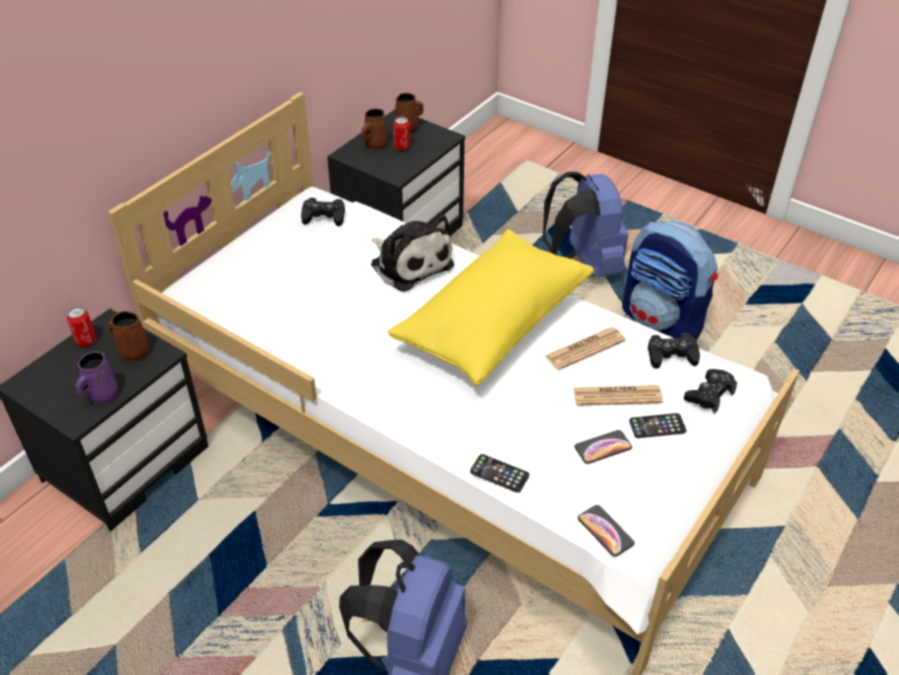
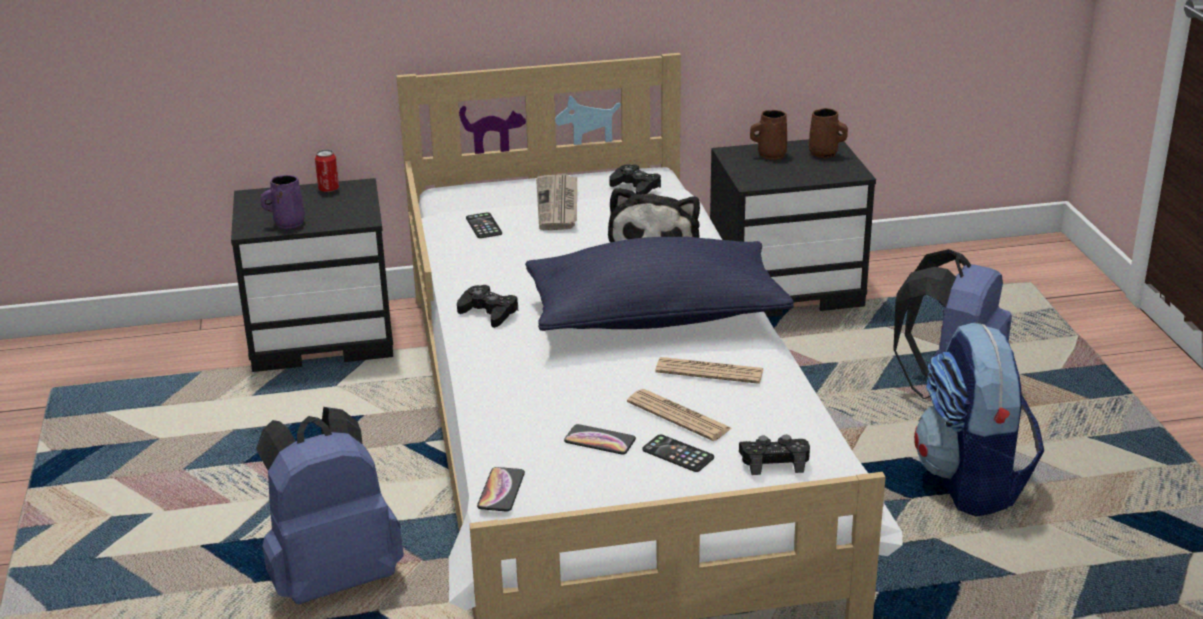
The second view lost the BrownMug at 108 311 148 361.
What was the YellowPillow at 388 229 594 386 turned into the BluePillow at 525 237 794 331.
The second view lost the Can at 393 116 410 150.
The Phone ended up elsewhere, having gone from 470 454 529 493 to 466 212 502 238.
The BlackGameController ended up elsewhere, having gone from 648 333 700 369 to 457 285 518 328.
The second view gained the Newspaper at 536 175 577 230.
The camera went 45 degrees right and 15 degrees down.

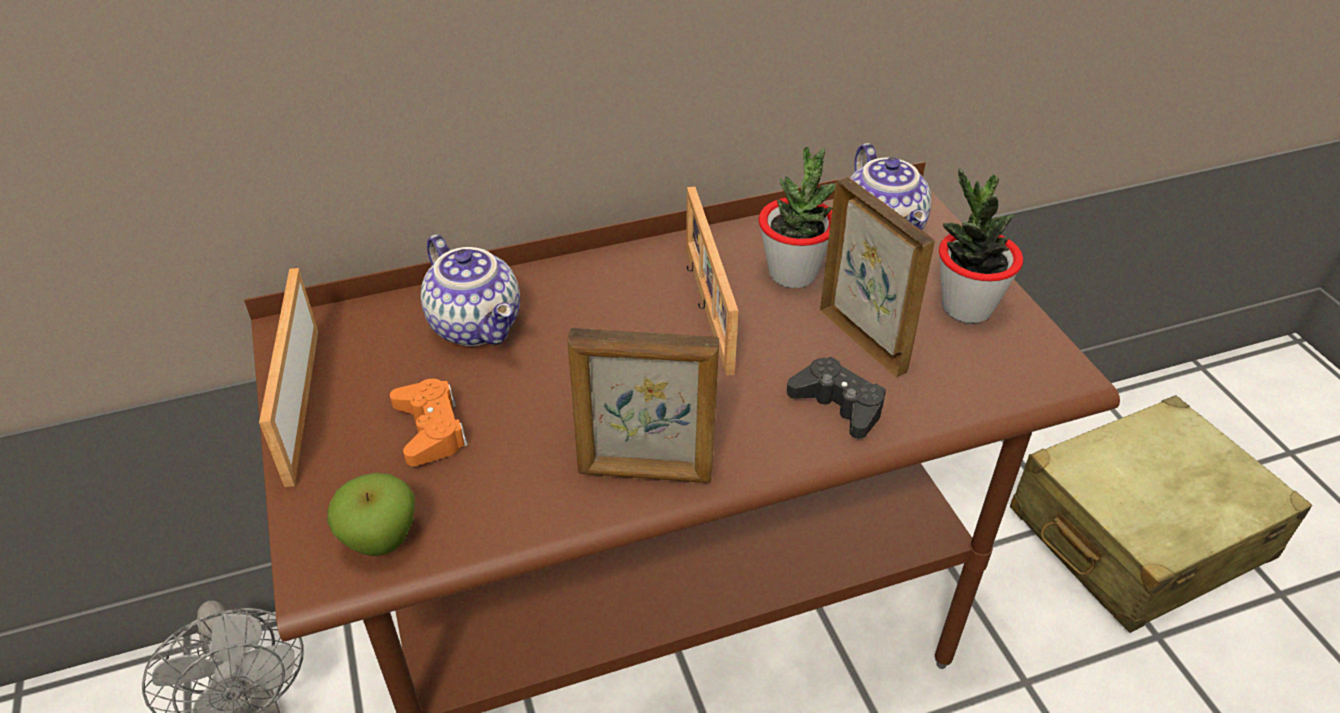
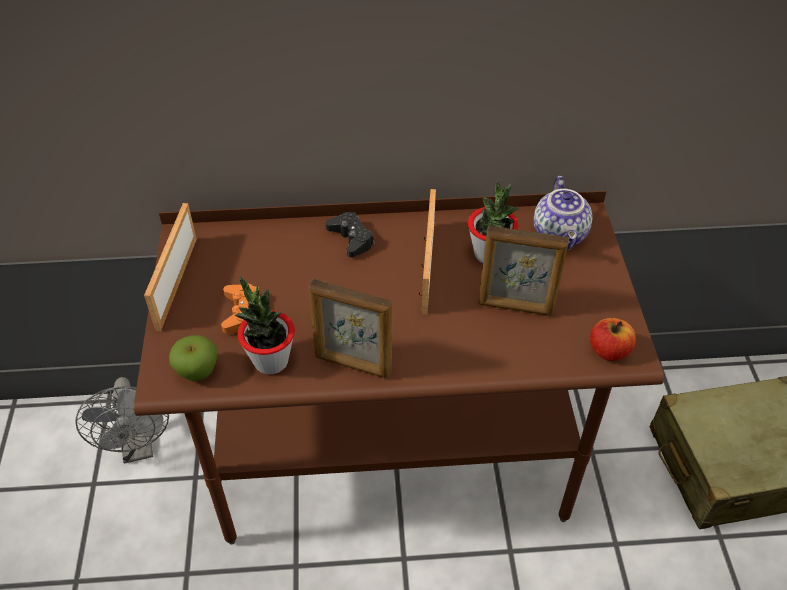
The second view lost the Teapot at 421 234 520 346.
The BlackGameController ended up elsewhere, having gone from 787 357 886 439 to 326 212 375 258.
The PictureFrame at 820 177 935 377 ended up facing another way, 120 degrees clockwise from before.
The PottedPlant ended up elsewhere, having gone from 939 168 1023 323 to 235 277 295 375.
The second view gained the Apple at 590 318 636 361.
The camera went 15 degrees right and 5 degrees up.

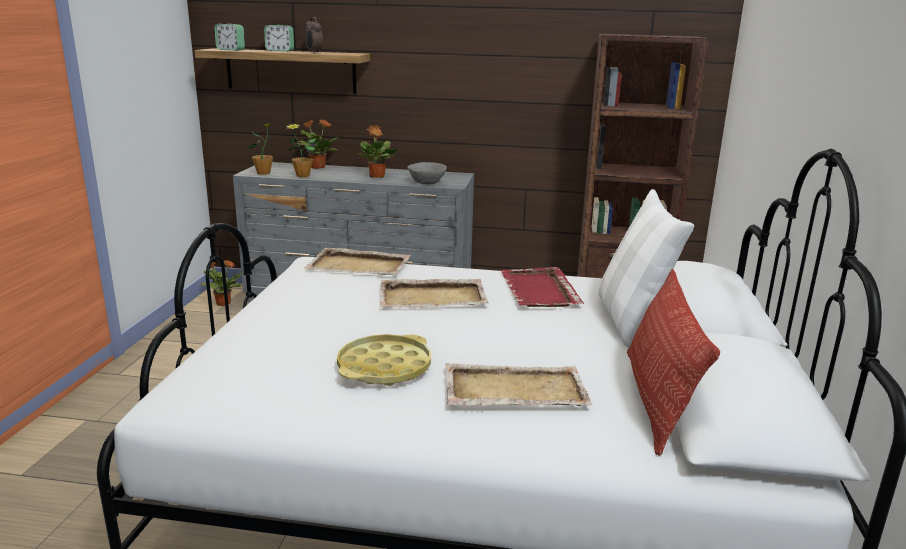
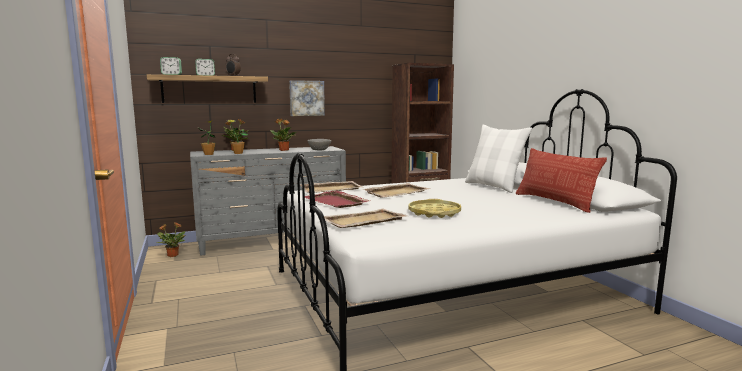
The BeigeTray ended up elsewhere, having gone from 445 363 593 406 to 324 209 408 228.
The RedTray ended up elsewhere, having gone from 500 267 584 307 to 302 190 370 208.
The second view gained the Picture at 289 80 325 116.
The camera went 30 degrees left and 10 degrees down.

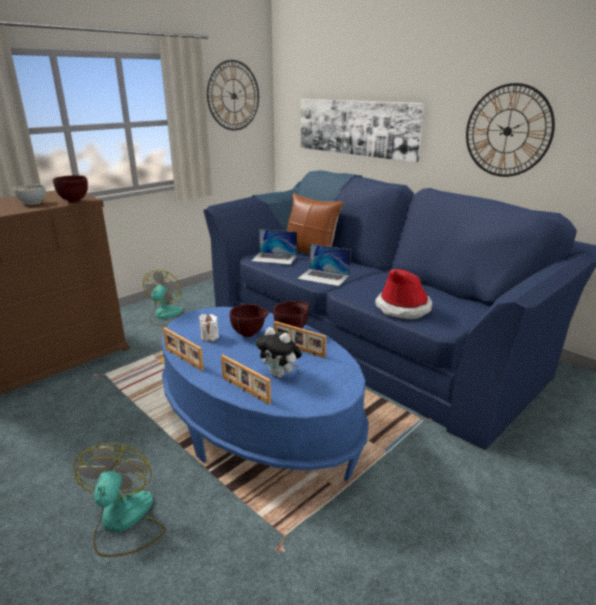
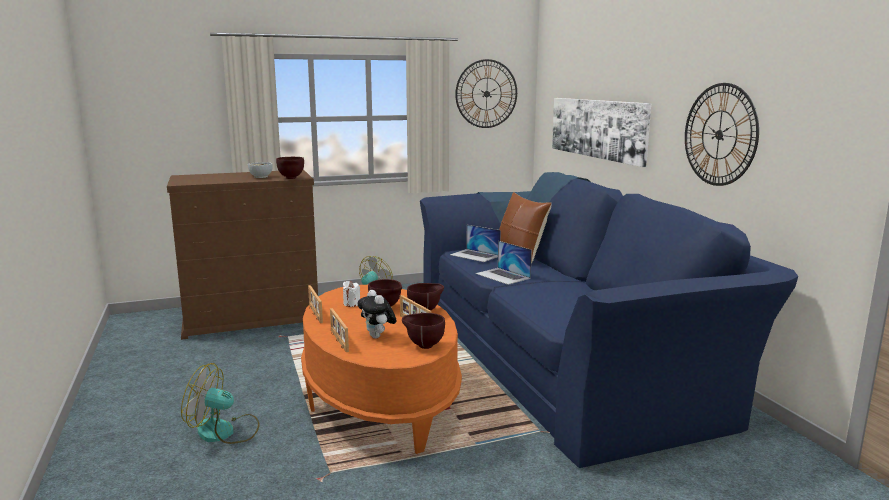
The Fan at 73 443 165 557 ended up facing another way, 105 degrees counterclockwise from before.
What was the BlueCoffeeTable at 161 307 369 481 turned into the OrangeCoffeeTable at 301 285 462 454.
The second view lost the Hat at 375 269 432 319.
The second view gained the BrownBowl at 402 313 445 349.
The camera went 25 degrees right and 10 degrees down.

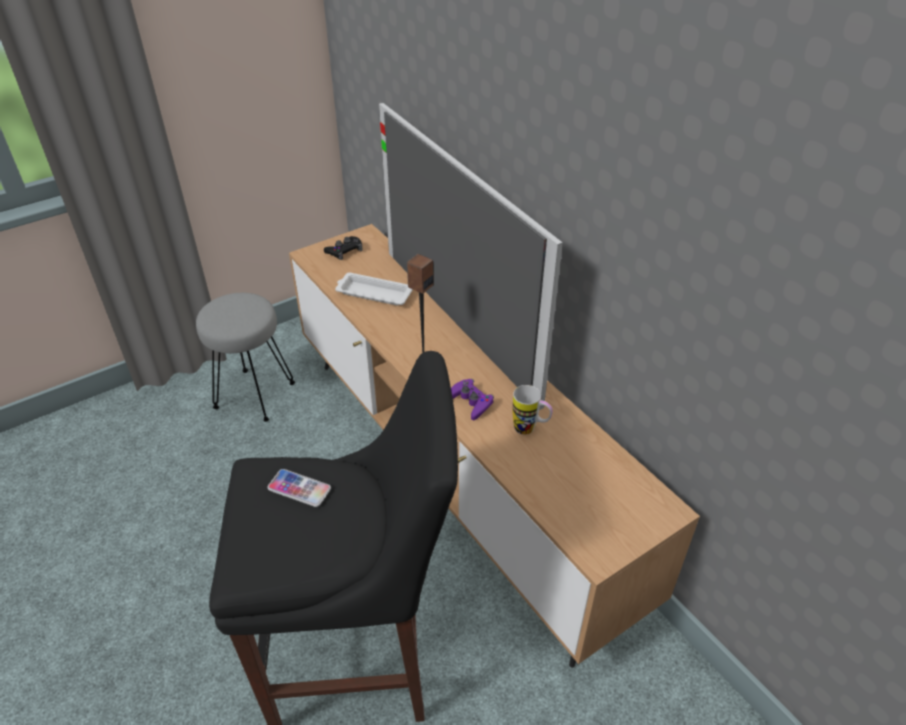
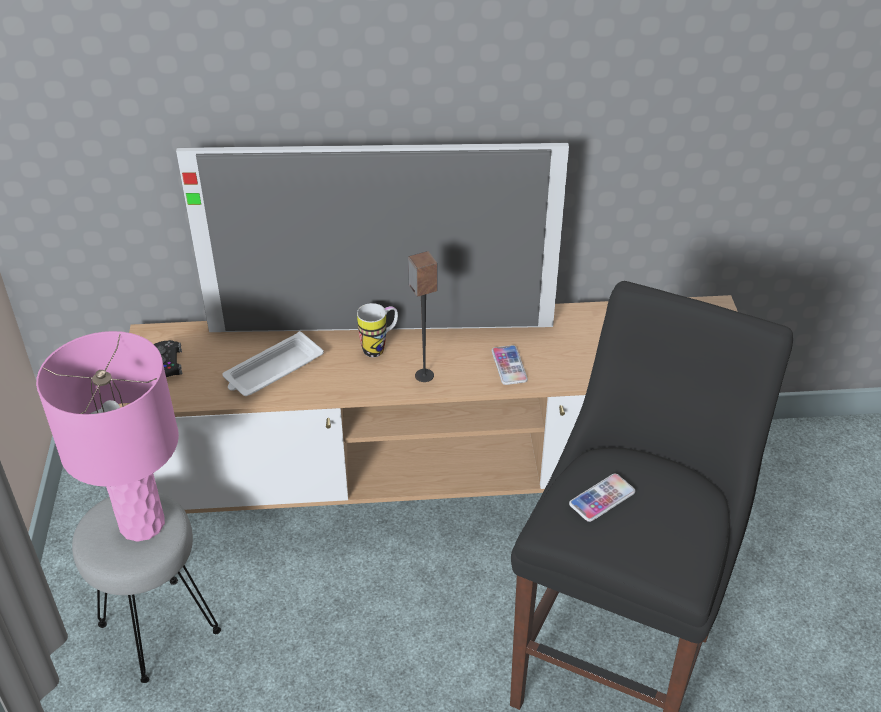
Where the PurpleGameController stood at 451 379 494 420, the Phone came to stand at 492 345 528 385.
The Mug ended up elsewhere, having gone from 513 385 553 435 to 357 303 398 357.
The second view gained the PinkTableLamp at 36 331 179 542.
The camera went 60 degrees left and 0 degrees up.

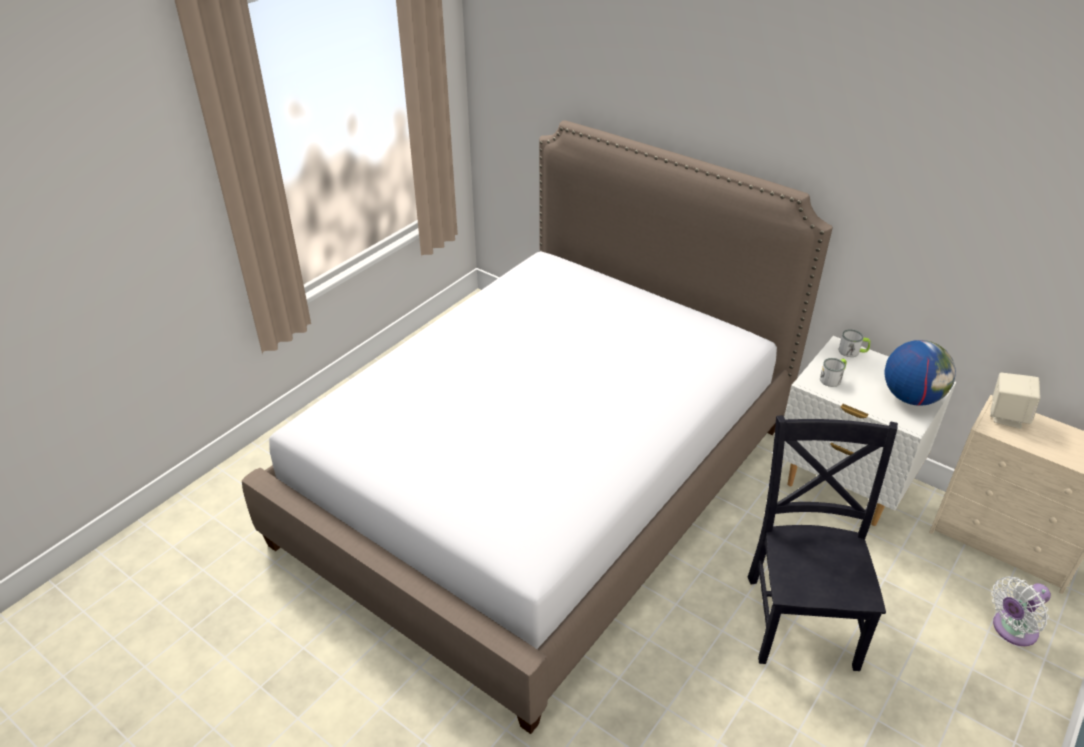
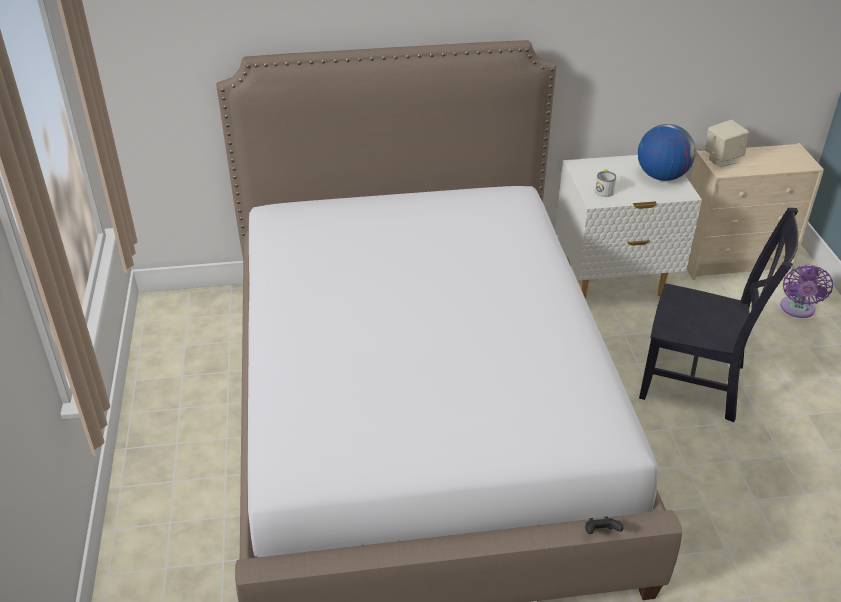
The BlackChair at 748 415 898 671 ended up facing another way, 150 degrees clockwise from before.
The second view lost the Mug at 839 329 870 357.
What was the WhiteFan at 991 577 1051 646 turned into the PurpleFan at 780 264 833 318.
The second view gained the BlackGameController at 585 517 623 534.
The camera went 45 degrees left and 0 degrees up.

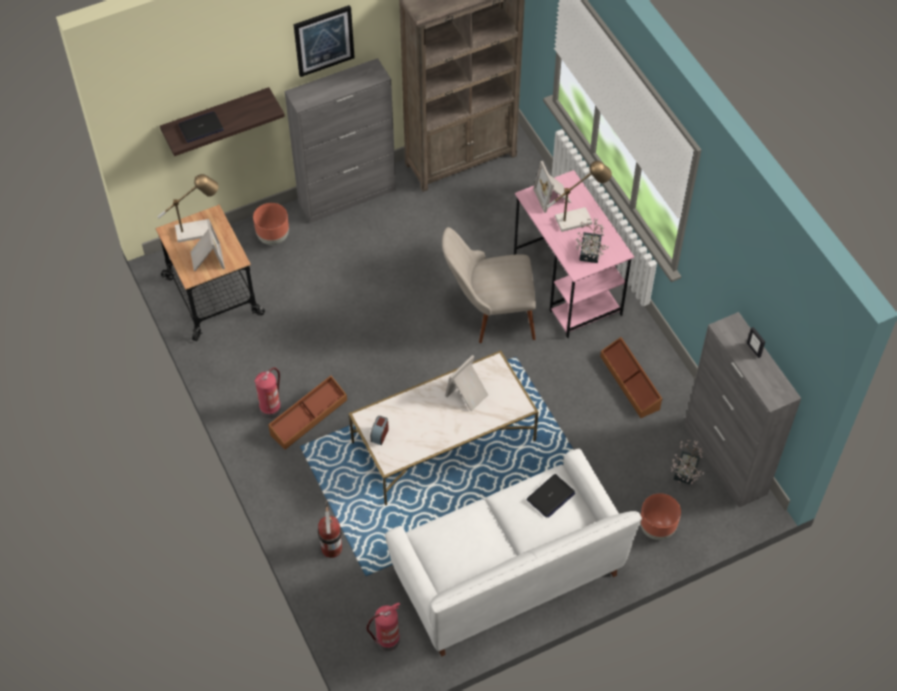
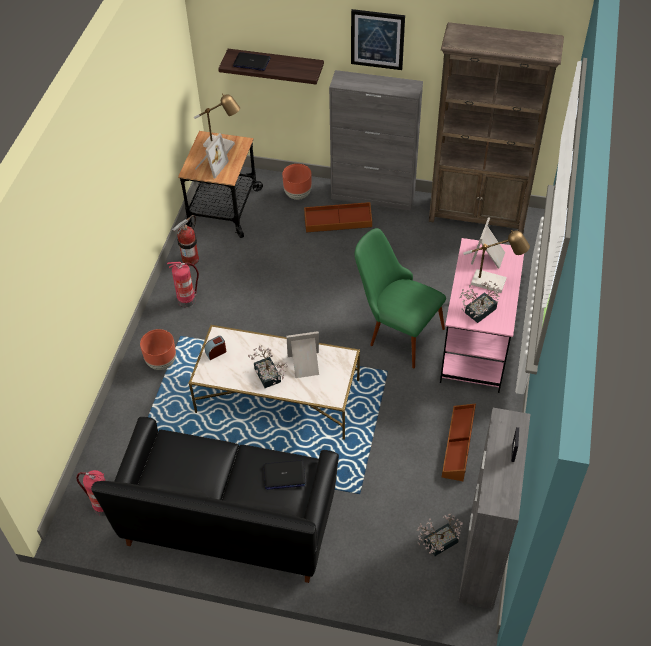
The BrownStorageBox ended up elsewhere, having gone from 268 375 347 450 to 304 202 372 233.
The FireExtinguisher ended up elsewhere, having gone from 318 501 342 558 to 172 215 199 266.
What was the WhiteSofa at 385 449 642 657 turned into the BlackSofa at 91 417 339 583.
What was the BeigeChair at 442 227 536 343 turned into the GreenChair at 355 228 446 368.
The BrownPlanter ended up elsewhere, having gone from 640 493 681 540 to 140 329 176 370.
The second view gained the PottedPlant at 248 345 287 388.
The camera went 40 degrees right and 5 degrees down.

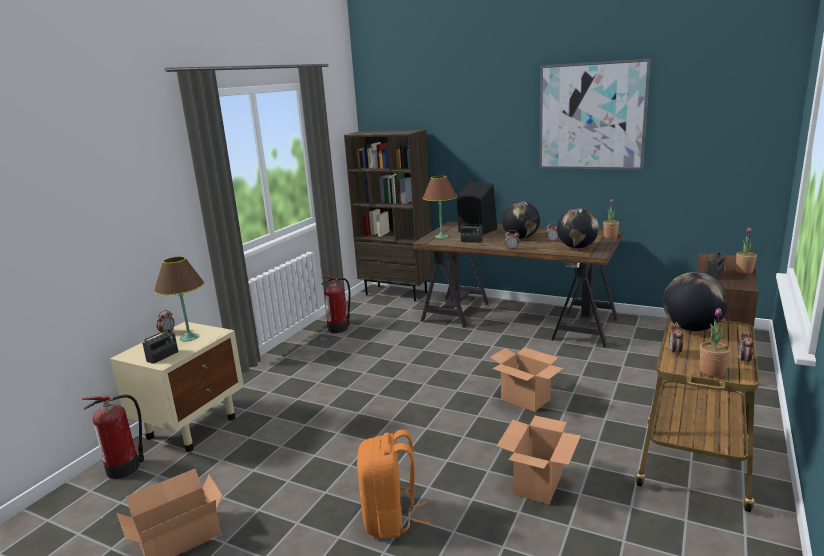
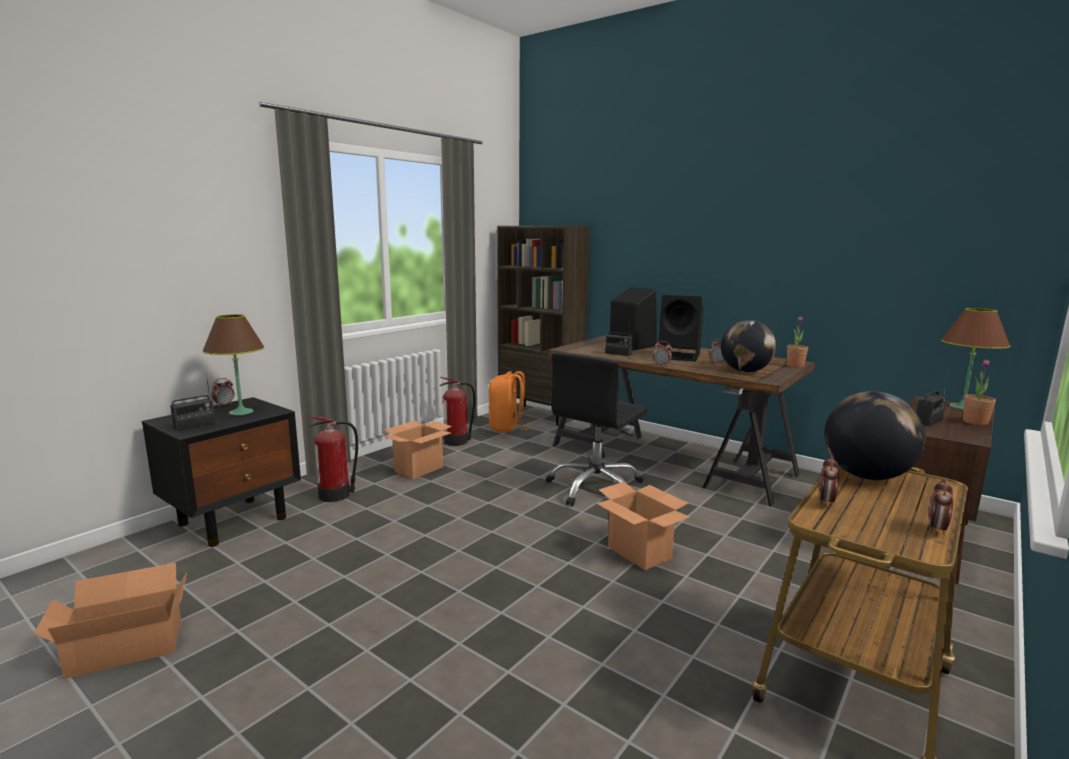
The FireExtinguisher ended up elsewhere, having gone from 82 395 144 479 to 308 416 358 502.
What was the BeigeNightstand at 110 322 244 452 turned into the BlackNightstand at 142 397 301 547.
The OrangeBackpack ended up elsewhere, having gone from 357 430 429 538 to 489 371 531 432.
The BrownTableLamp ended up elsewhere, having gone from 423 176 457 239 to 941 308 1011 410.
The CardboardBox ended up elsewhere, having gone from 497 416 581 504 to 381 421 452 479.
Where the Globe stood at 502 201 540 239, the BlackSpeaker came to stand at 658 295 703 362.
The second view lost the Picture at 539 58 651 170.
The second view lost the PottedPlant at 700 308 730 377.
The second view gained the BlackOfficeChair at 546 352 647 506.
The camera went 10 degrees right and 5 degrees down.

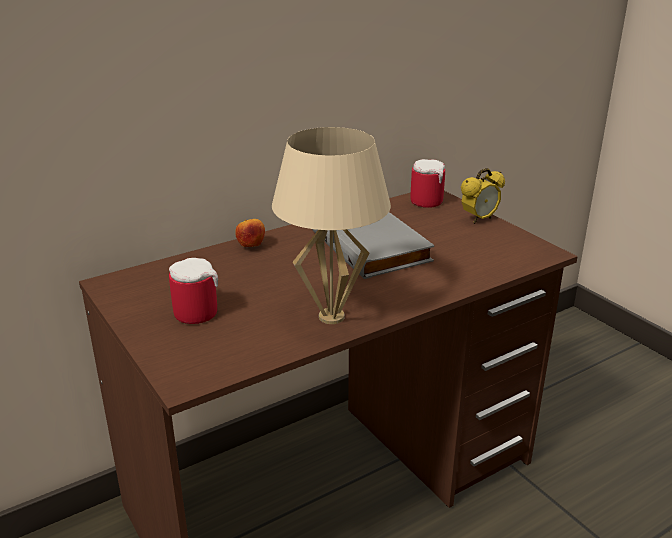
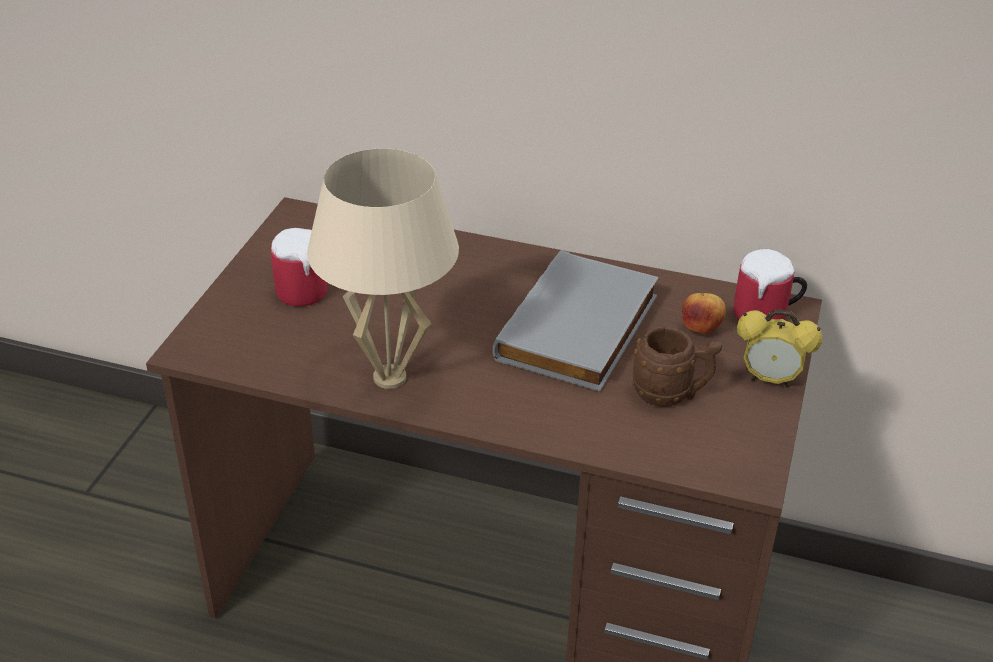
The Apple ended up elsewhere, having gone from 235 219 265 247 to 682 293 726 335.
The second view gained the BrownMug at 632 326 722 407.
The camera went 50 degrees right and 10 degrees up.

